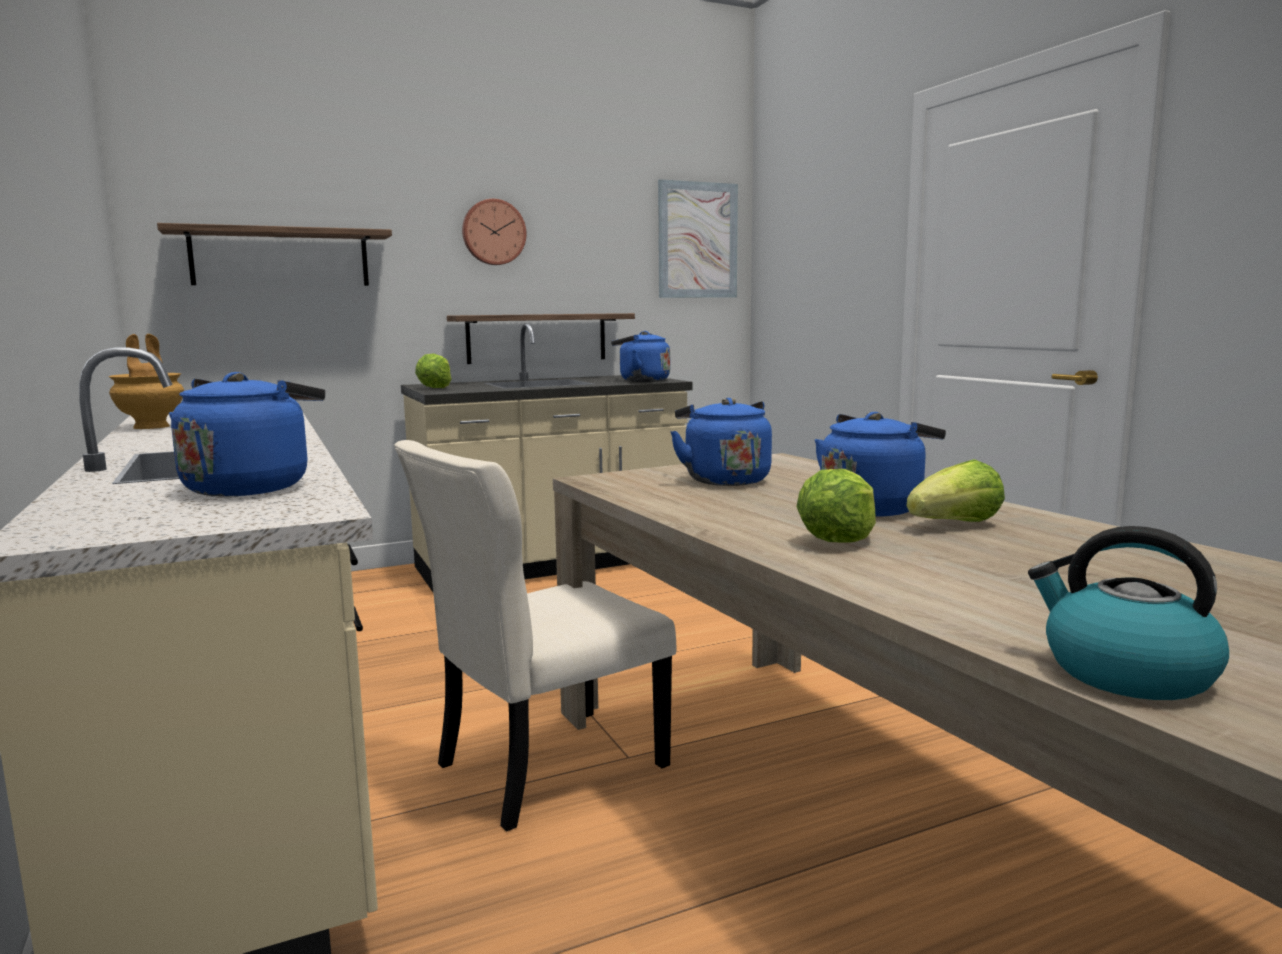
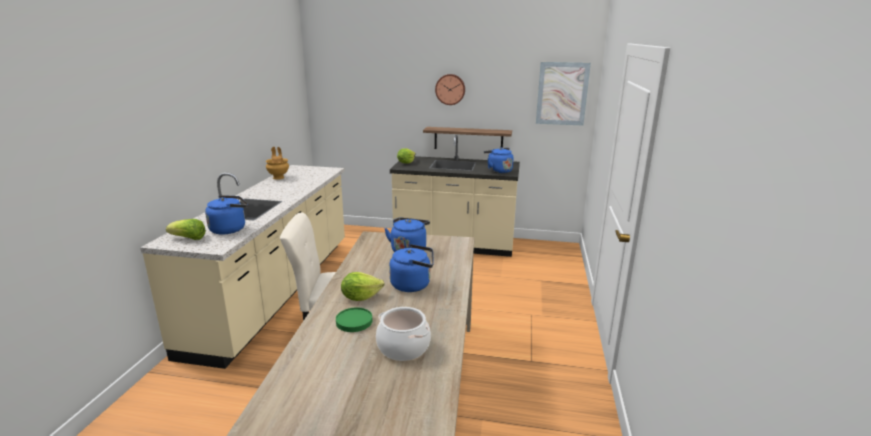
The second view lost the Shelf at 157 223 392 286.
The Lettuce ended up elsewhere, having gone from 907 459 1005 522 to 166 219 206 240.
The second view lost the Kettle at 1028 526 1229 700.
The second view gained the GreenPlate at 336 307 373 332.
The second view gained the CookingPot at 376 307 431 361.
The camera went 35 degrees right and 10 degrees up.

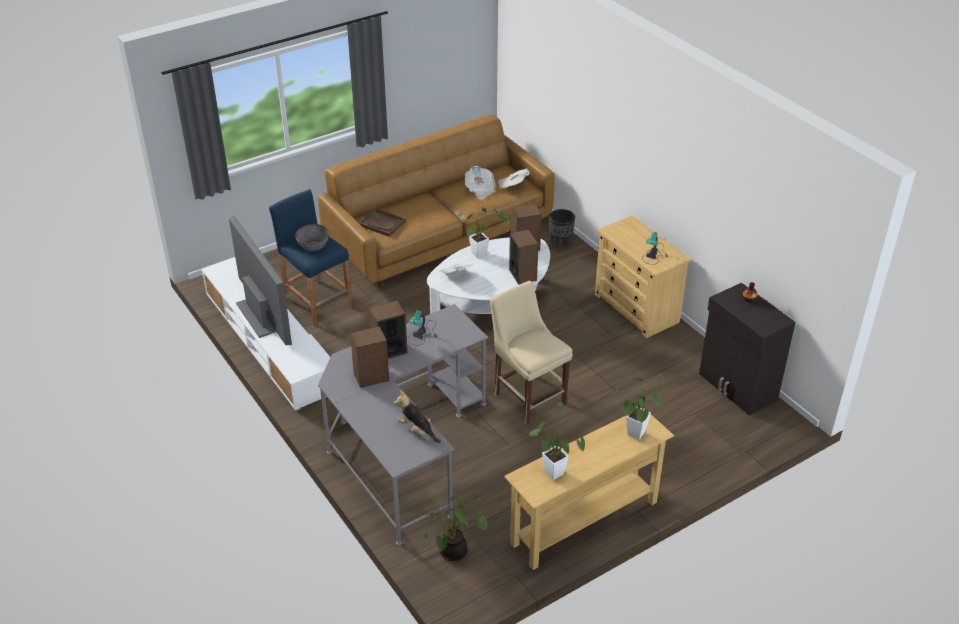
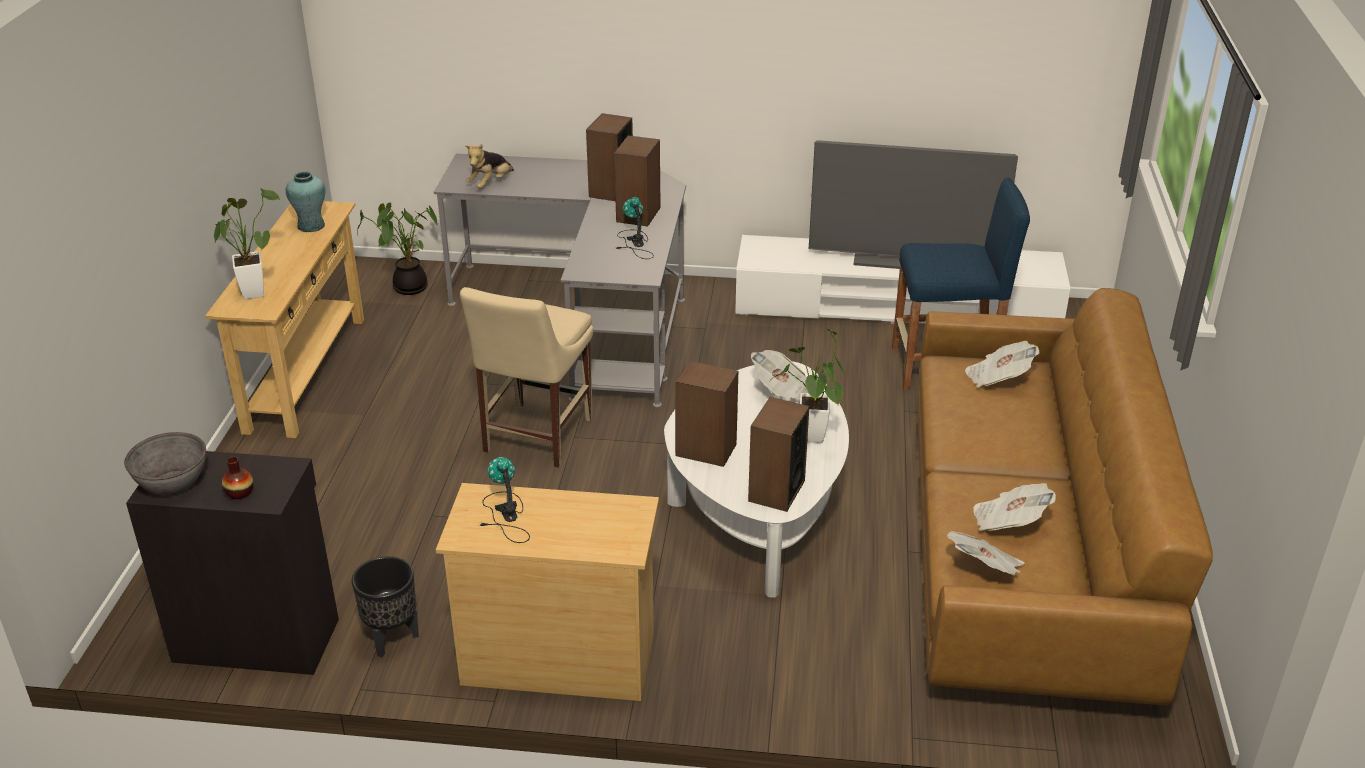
The GreyBowl ended up elsewhere, having gone from 295 224 329 252 to 124 432 206 496.
Where the BrownTray stood at 358 208 406 237, the Newspaper came to stand at 965 341 1039 387.
The PlushToy at 393 391 441 443 ended up facing another way, 135 degrees clockwise from before.
The BeigeChair at 490 281 573 424 ended up facing another way, 105 degrees clockwise from before.
Where the PottedPlant stood at 529 402 585 480, the TurquoiseVase came to stand at 286 171 325 232.
The BlackPlanter ended up elsewhere, having gone from 549 209 575 253 to 352 556 419 657.
The camera went 130 degrees right and 5 degrees down.

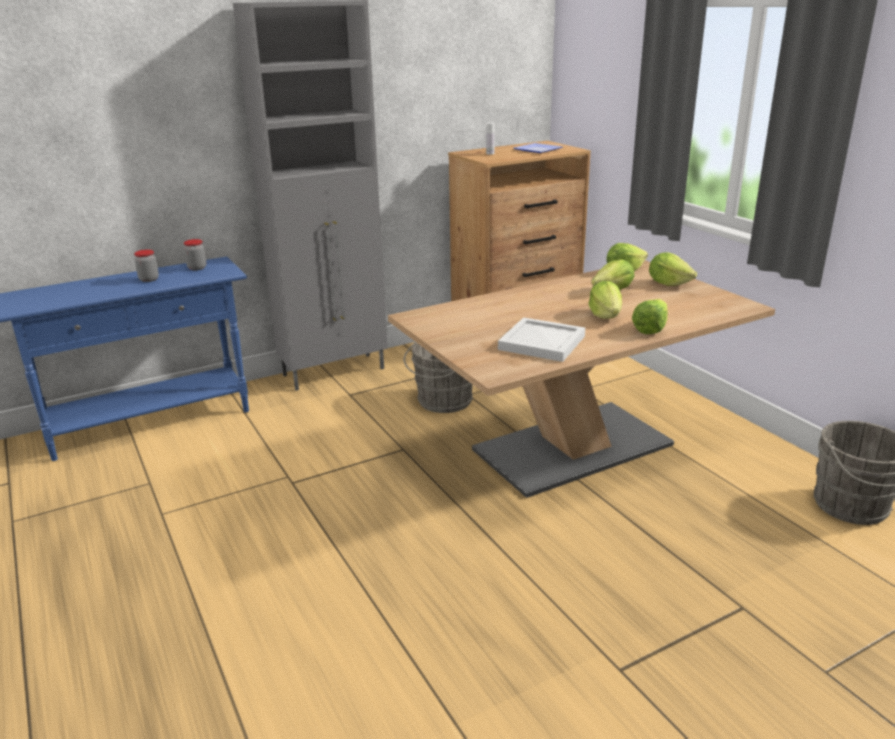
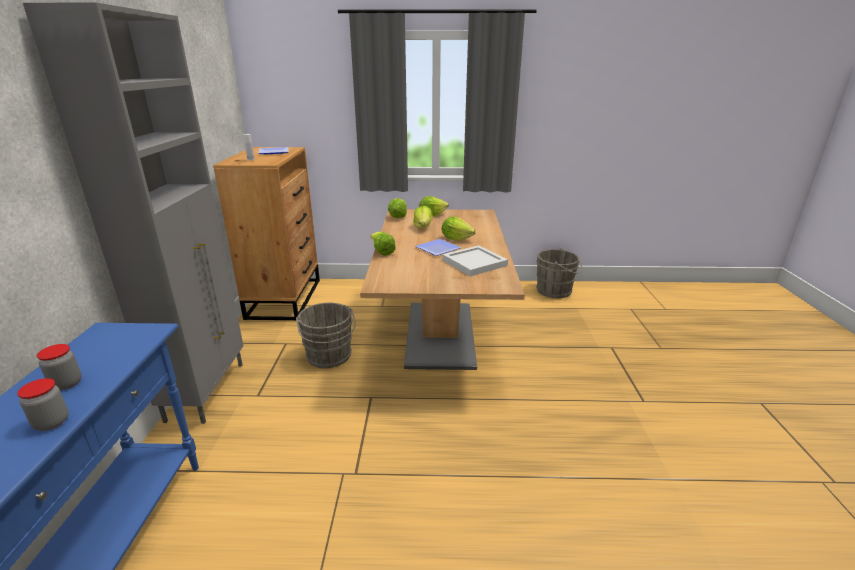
The Jar ended up elsewhere, having gone from 184 239 206 270 to 17 378 69 431.
The Lettuce ended up elsewhere, having gone from 632 299 668 334 to 370 232 396 256.
The second view gained the Plate at 415 239 461 256.
The camera went 60 degrees left and 0 degrees up.

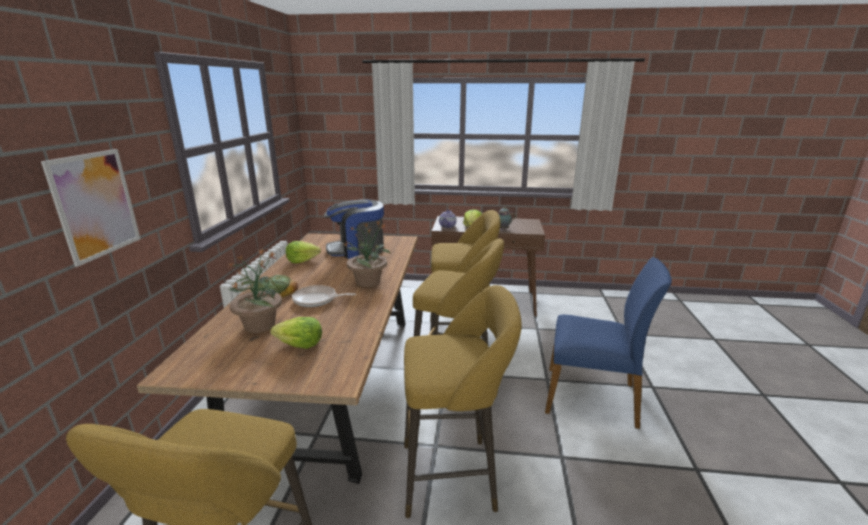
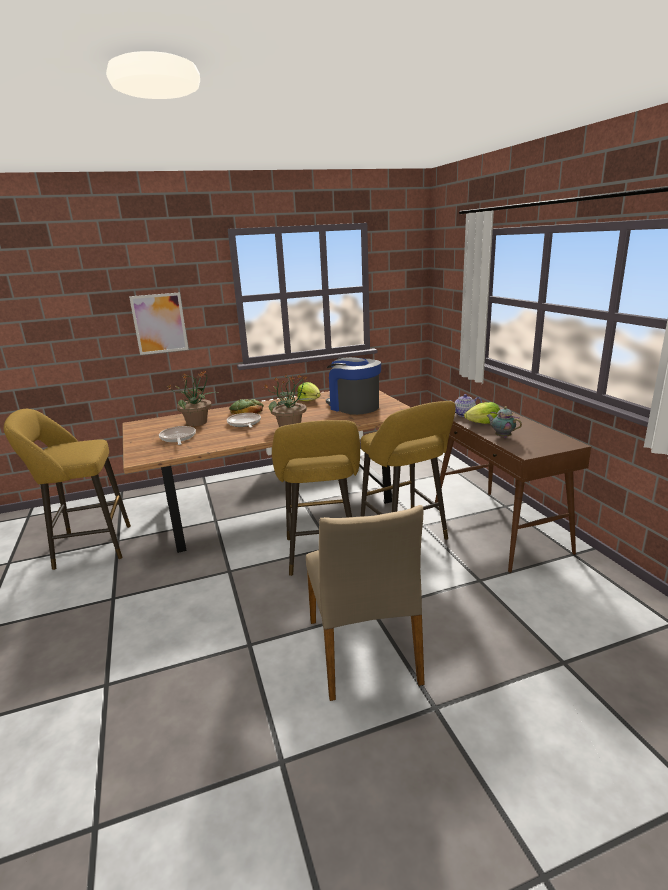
Where the Lettuce stood at 271 317 322 349, the FryingPan came to stand at 159 426 196 445.
The second view lost the YellowStool at 404 285 521 518.
What was the BlueChair at 545 257 672 429 turned into the BeigeChair at 306 505 425 701.
The camera went 65 degrees right and 0 degrees up.

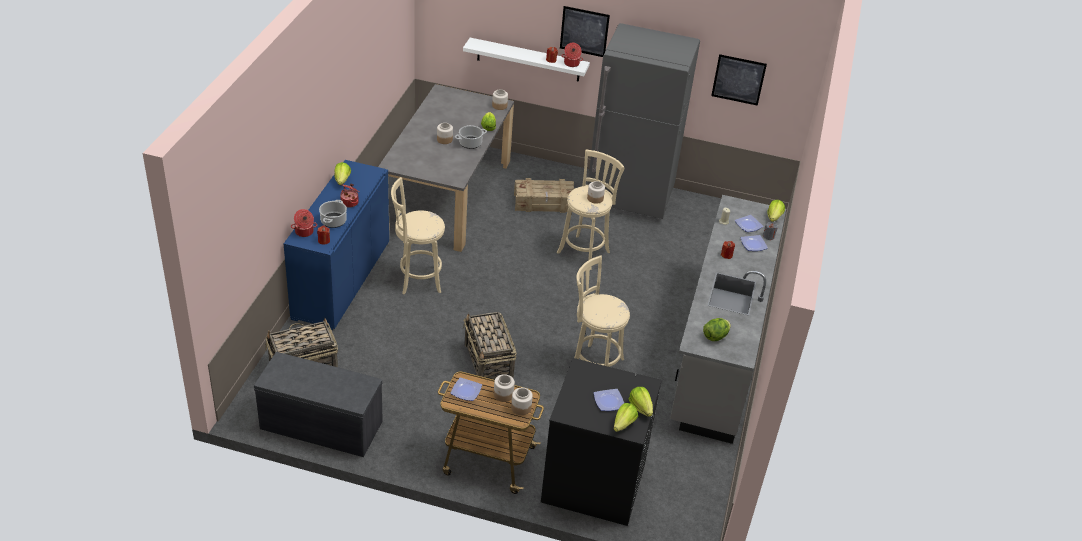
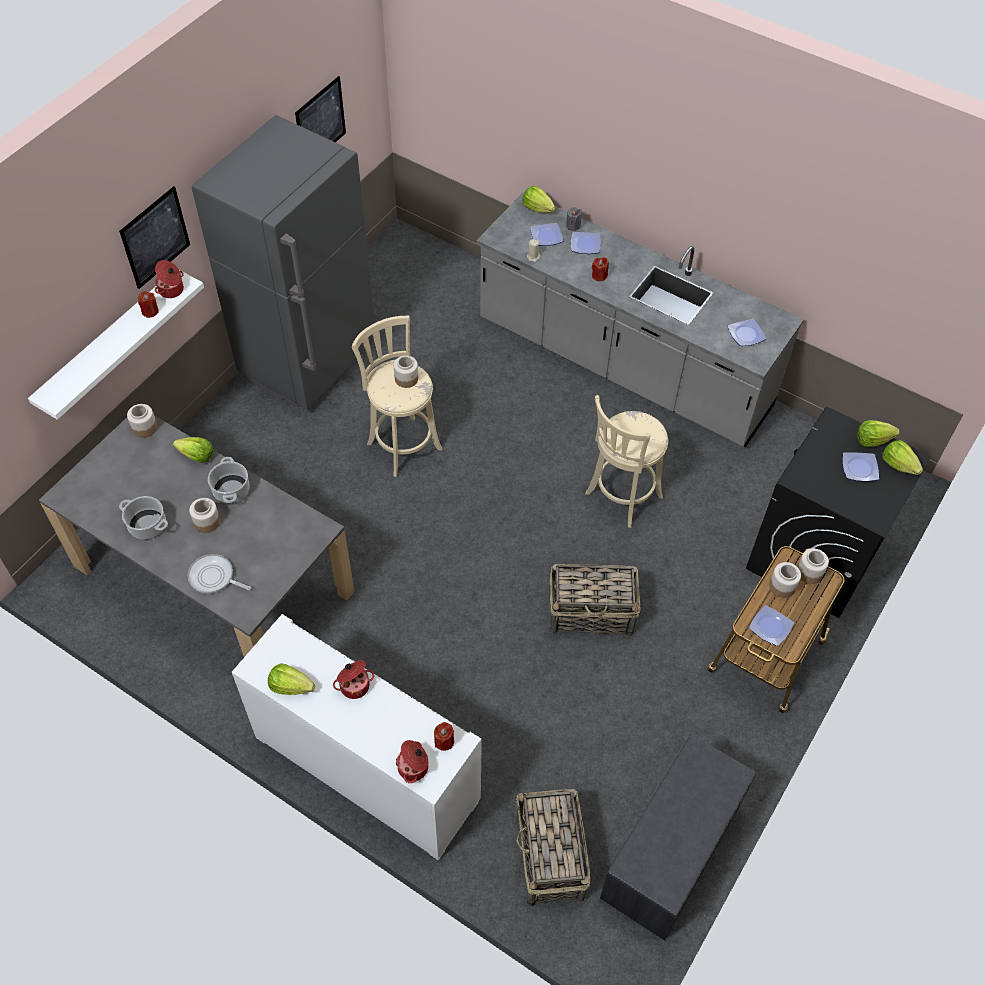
What was the BlueCabinet at 283 160 389 330 turned into the WhiteCabinet at 232 614 482 861.
The CookingPot ended up elsewhere, having gone from 319 200 347 228 to 119 496 168 539.
The second view lost the BeigeStool at 391 177 445 294.
The second view lost the Crate at 514 178 574 213.
Where the Lettuce stood at 703 318 731 341, the Plate came to stand at 728 319 766 346.
The second view gained the FryingPan at 188 554 251 594.
The camera went 70 degrees left and 15 degrees up.

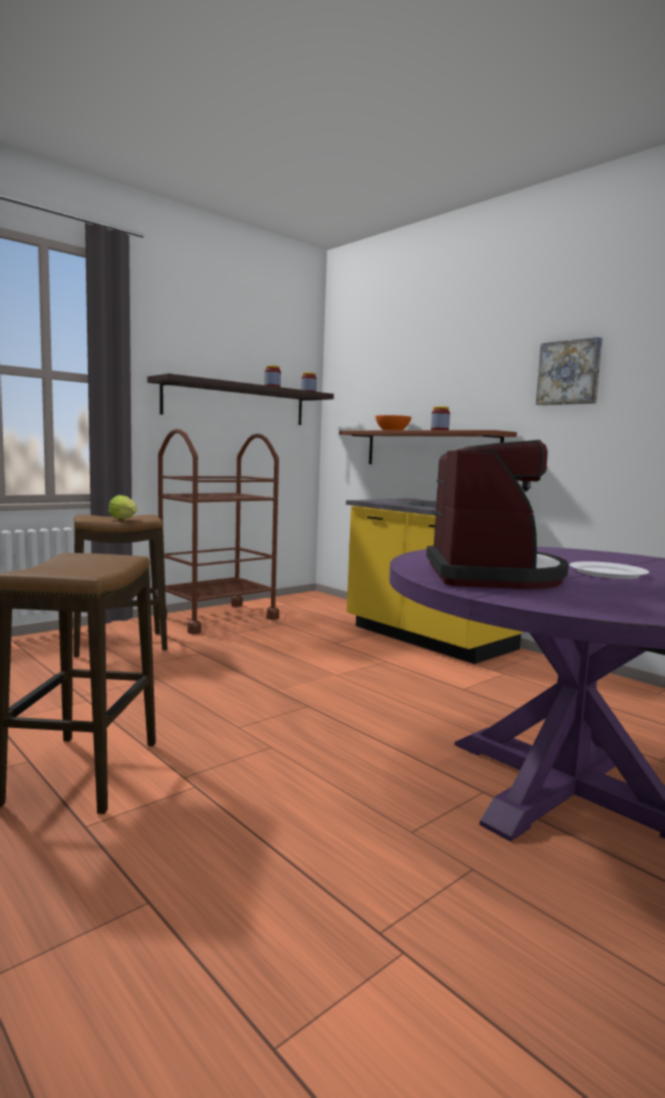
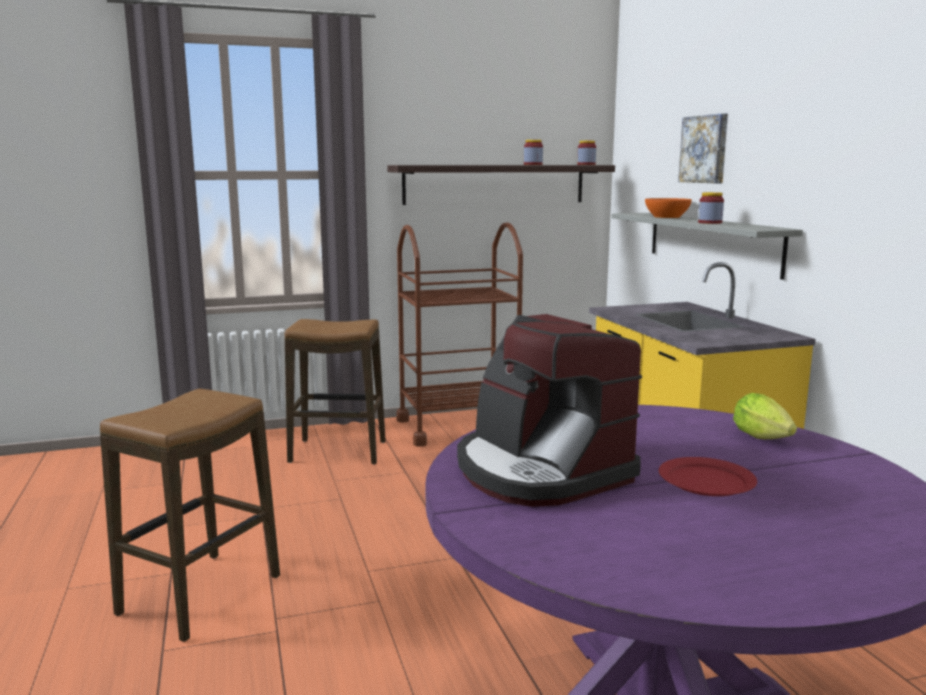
The Lettuce ended up elsewhere, having gone from 109 495 137 519 to 733 393 797 439.
What was the BrownShelf at 339 430 517 464 turned into the GreyShelf at 612 213 803 280.
The CoffeeMachine at 426 440 569 589 ended up facing another way, 120 degrees clockwise from before.
The Picture ended up elsewhere, having gone from 536 337 602 405 to 678 113 728 183.
What was the WhitePlate at 569 561 649 579 turned into the RedPlate at 659 457 757 496.
The camera went 25 degrees right and 5 degrees up.

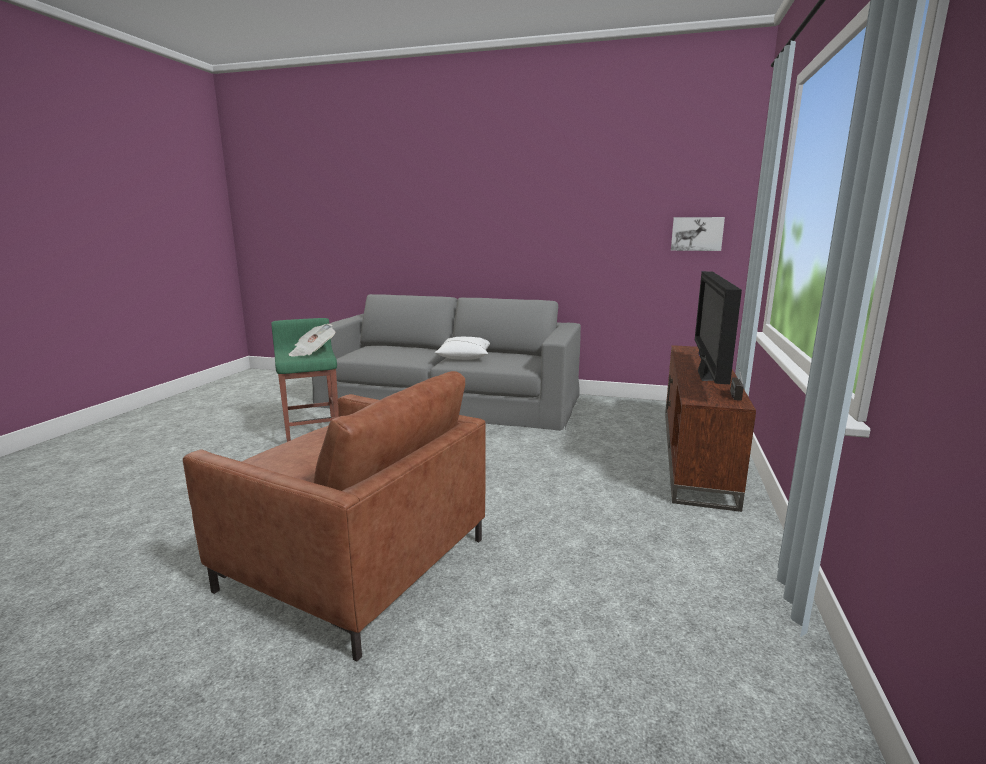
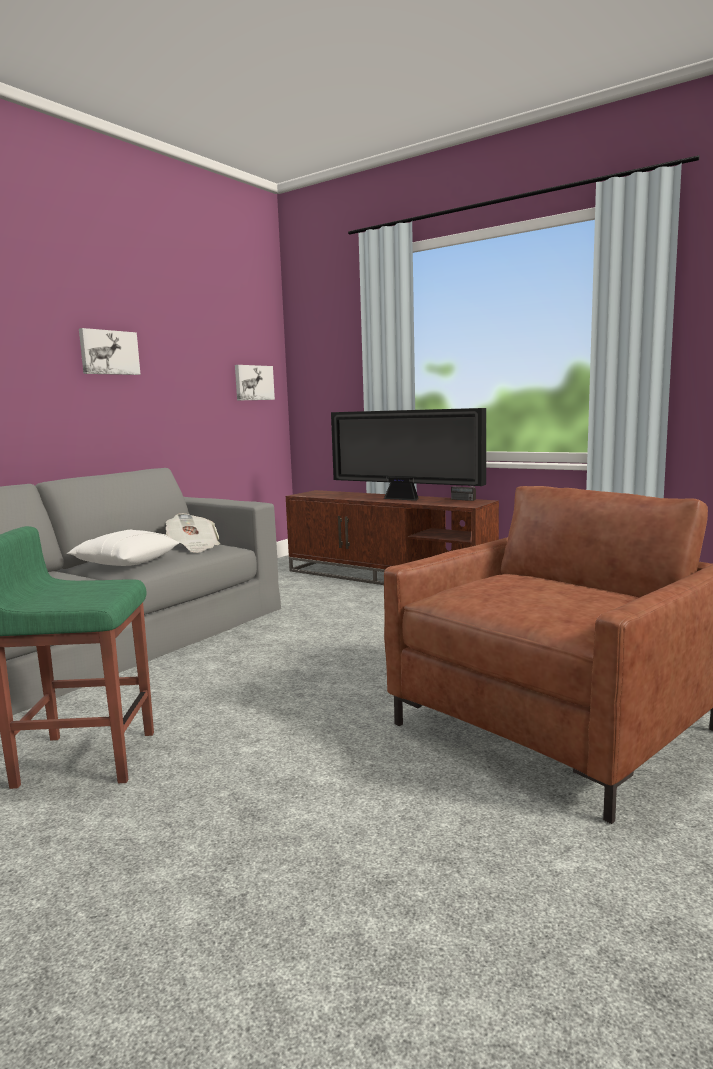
The Newspaper ended up elsewhere, having gone from 288 324 335 357 to 166 513 220 553.
The second view gained the Picture at 79 328 141 375.
The camera went 70 degrees left and 5 degrees down.

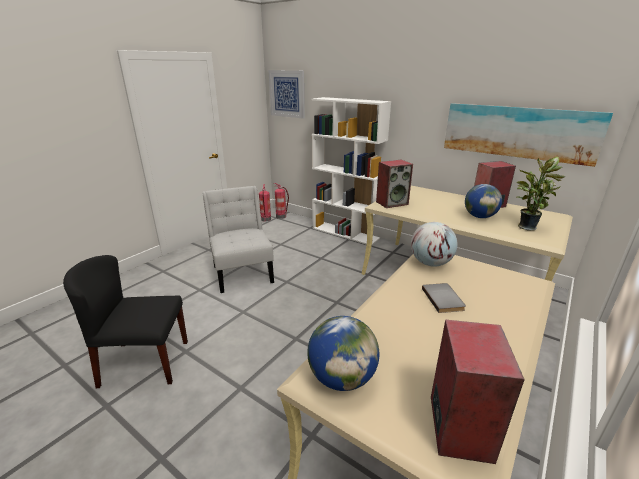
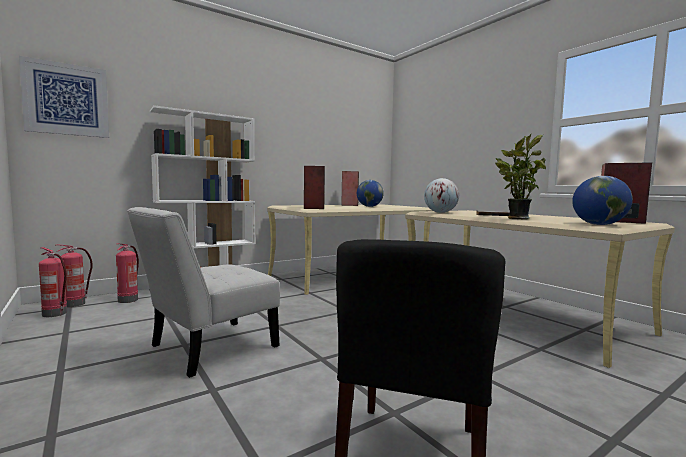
The WhiteChair at 202 186 274 293 ended up facing another way, 45 degrees counterclockwise from before.
The second view lost the Picture at 444 103 613 167.
The PottedPlant ended up elsewhere, having gone from 517 157 565 231 to 495 134 546 219.
The second view gained the FireExtinguisher at 116 243 139 303.
The camera went 70 degrees left and 20 degrees down.

